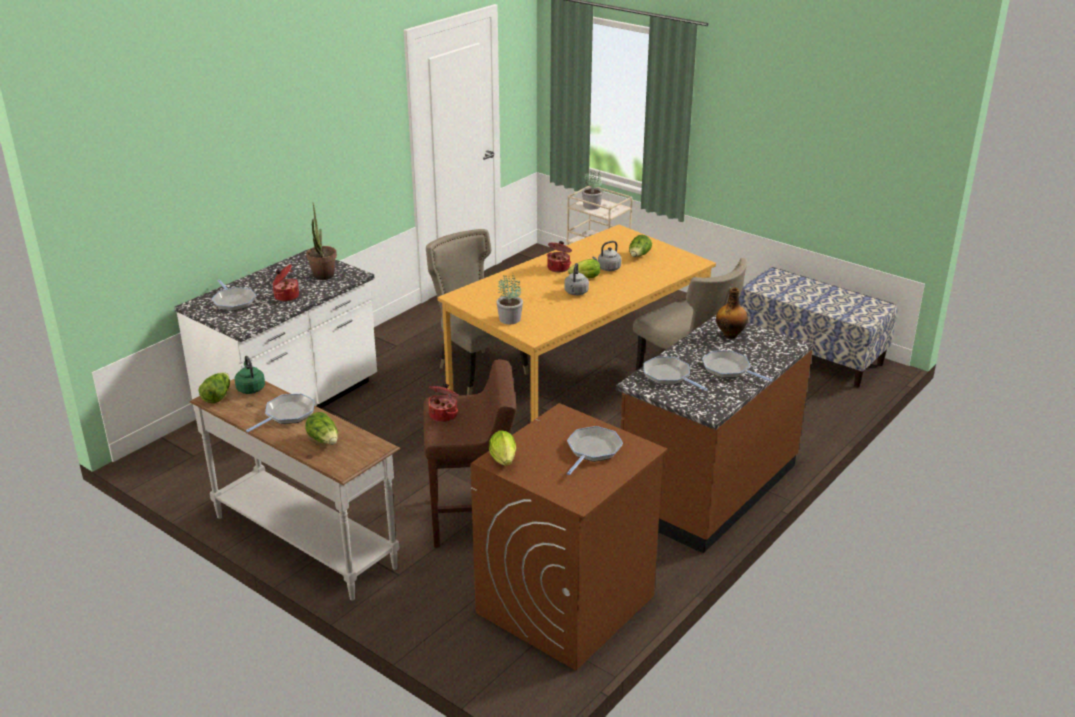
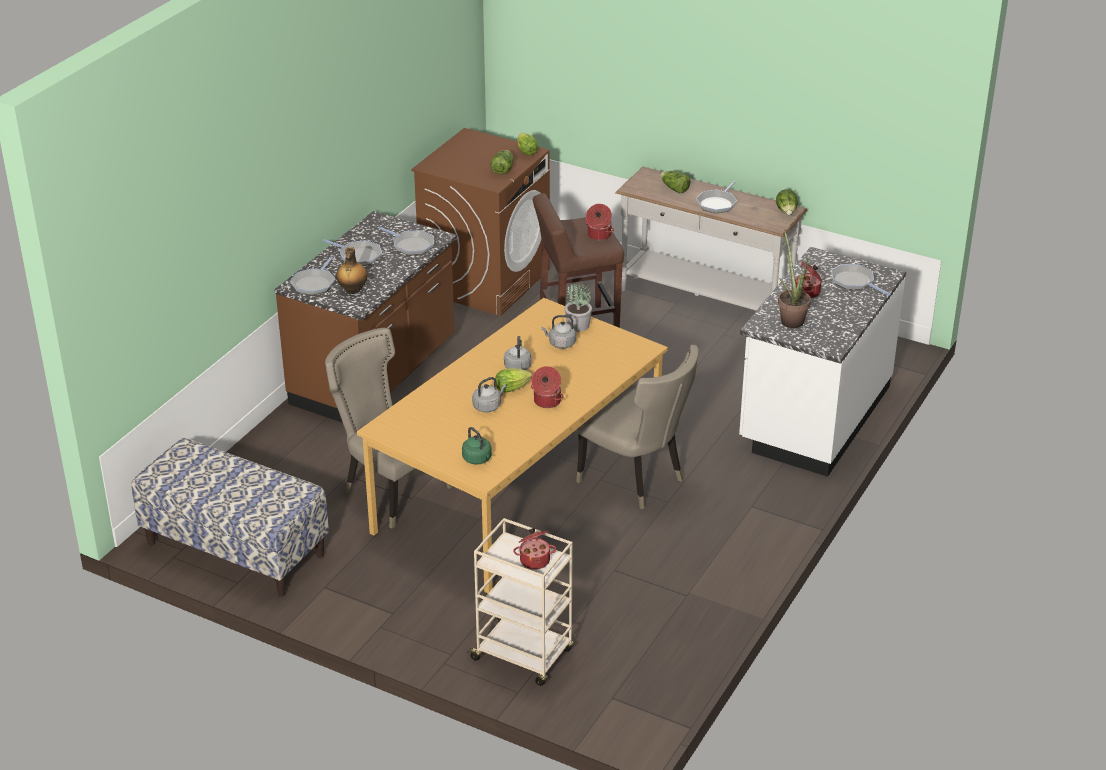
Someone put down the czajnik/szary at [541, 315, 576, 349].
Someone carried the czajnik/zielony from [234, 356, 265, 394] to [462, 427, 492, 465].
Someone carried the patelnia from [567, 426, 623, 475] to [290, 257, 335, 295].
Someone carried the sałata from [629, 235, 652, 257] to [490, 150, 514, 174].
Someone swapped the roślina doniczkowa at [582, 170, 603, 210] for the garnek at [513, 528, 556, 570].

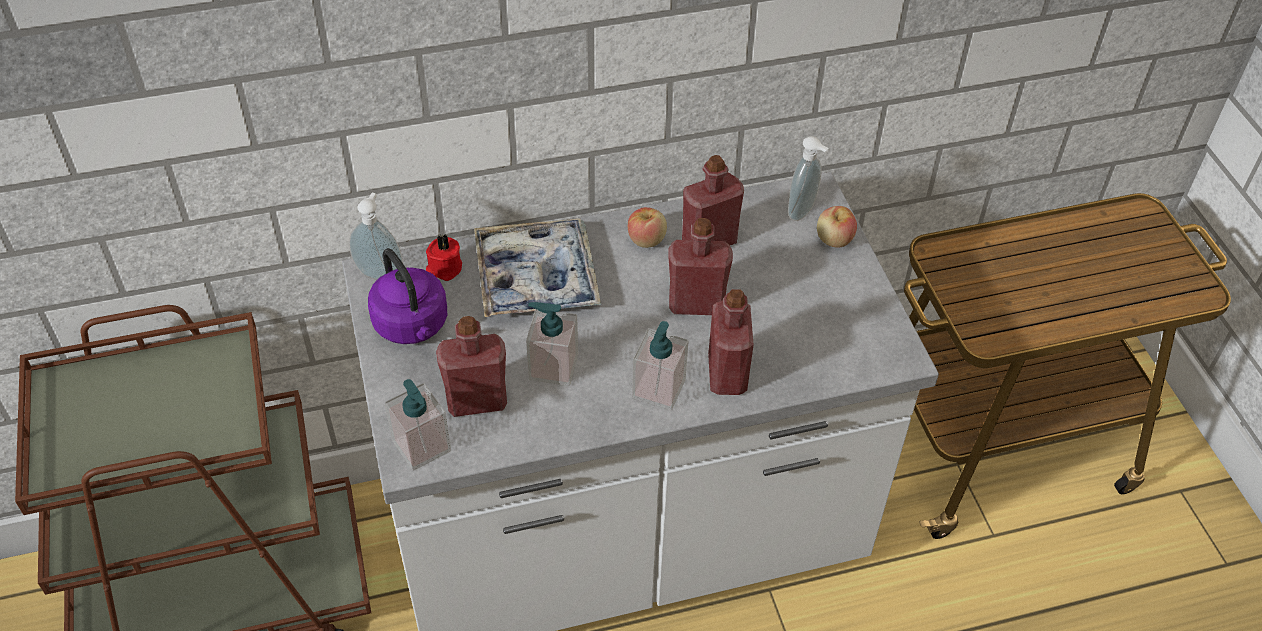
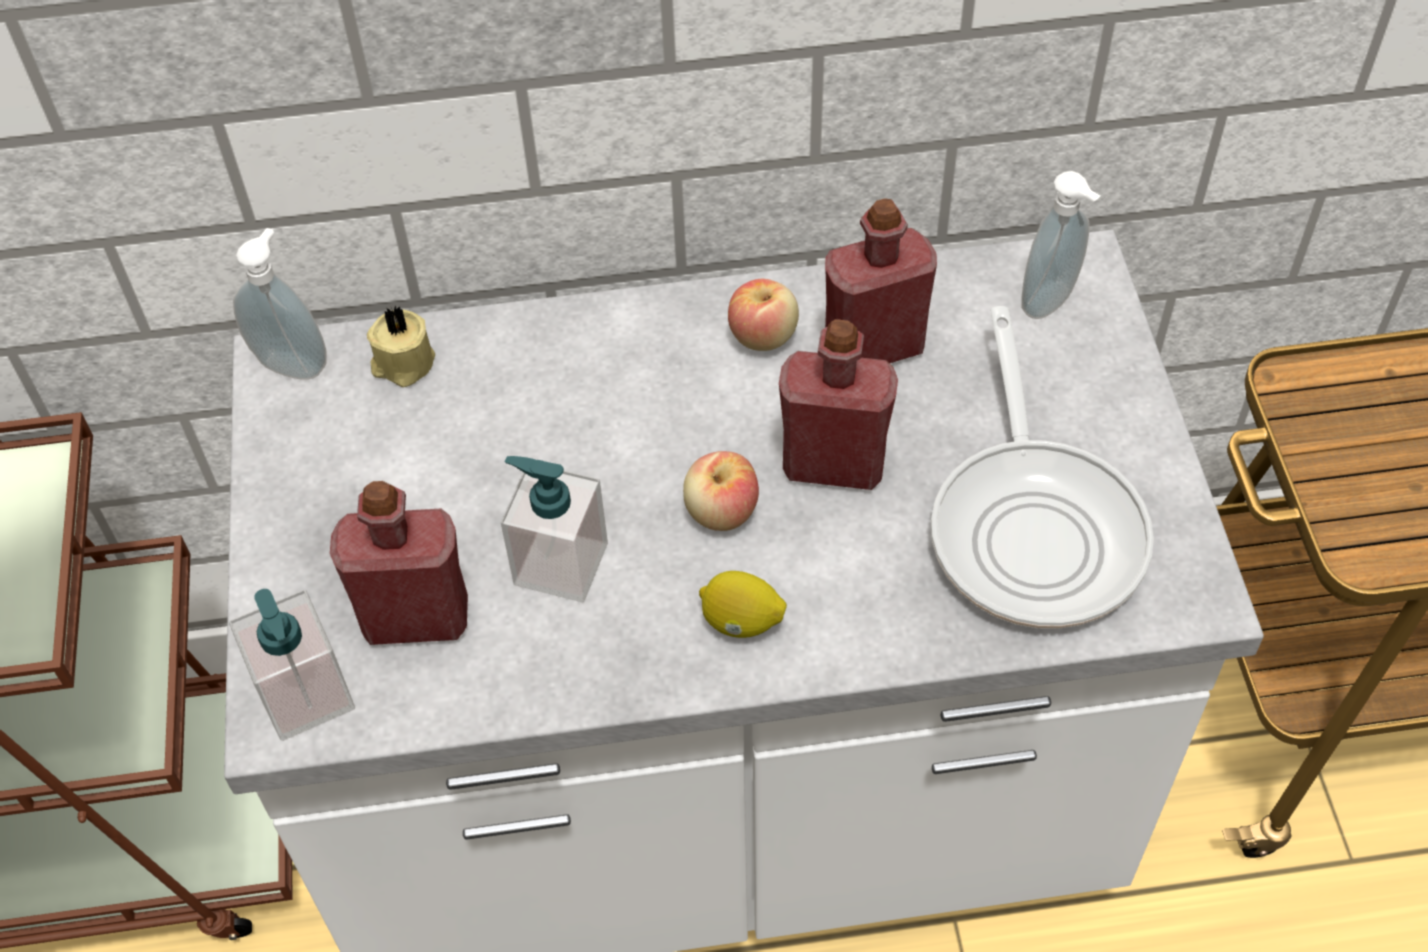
Someone took away the czajnik/fioletowy at [368, 248, 447, 344].
Someone took away the taca at [474, 219, 601, 317].
Someone took away the butelka/czerwony at [708, 289, 754, 395].
Someone put down the patelnia at [931, 306, 1154, 629].
Someone carried the jabłko from [817, 206, 857, 248] to [683, 451, 759, 531].
Someone swapped the dozownik mydła at [632, 321, 688, 410] for the cytryna at [699, 571, 787, 638].
Someone repainted the świeca/czerwony at [426, 234, 462, 281], which became the świeca/beżowy at [367, 305, 435, 387].

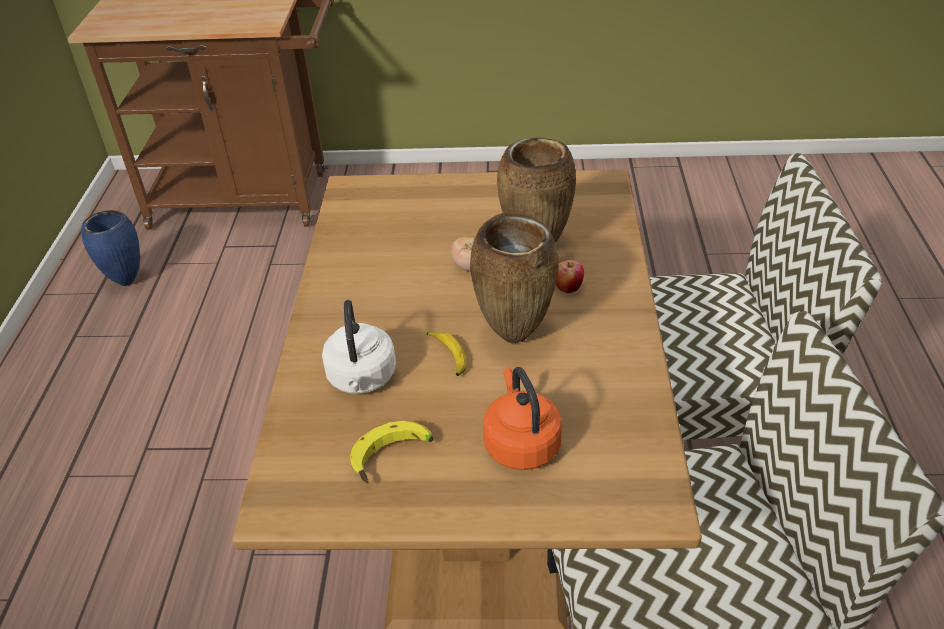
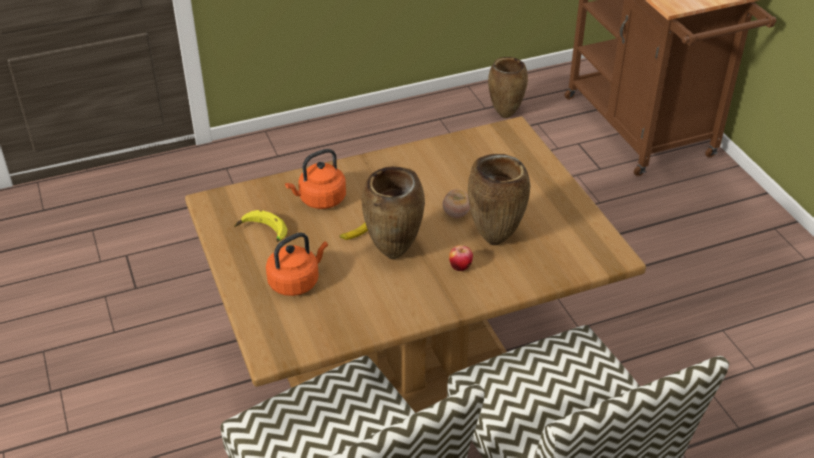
Someone repainted the wazon/niebieski at [81, 210, 140, 286], which became the wazon/brązowy at [488, 57, 528, 118].
Someone repainted the czajnik/biały at [322, 300, 396, 394], which became the czajnik/pomarańczowy at [285, 149, 346, 209].

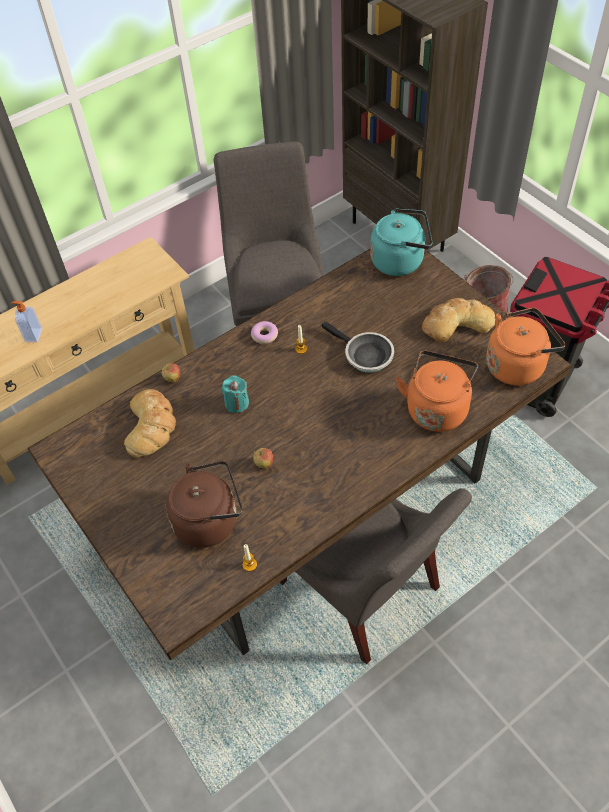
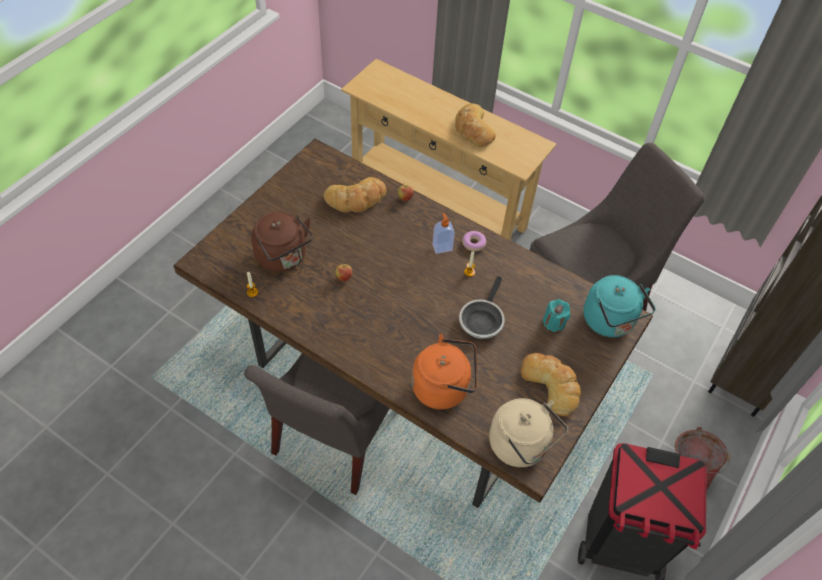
Someone put down the chleb at [455, 103, 496, 147].
Someone carried the dozownik mydła from [11, 301, 42, 342] to [432, 213, 455, 254].
Someone carried the świeca/turkusowy from [221, 375, 249, 413] to [543, 299, 570, 332].
Someone repainted the czajnik/pomarańczowy at [486, 307, 565, 385], which became the czajnik/beżowy at [489, 398, 568, 467].

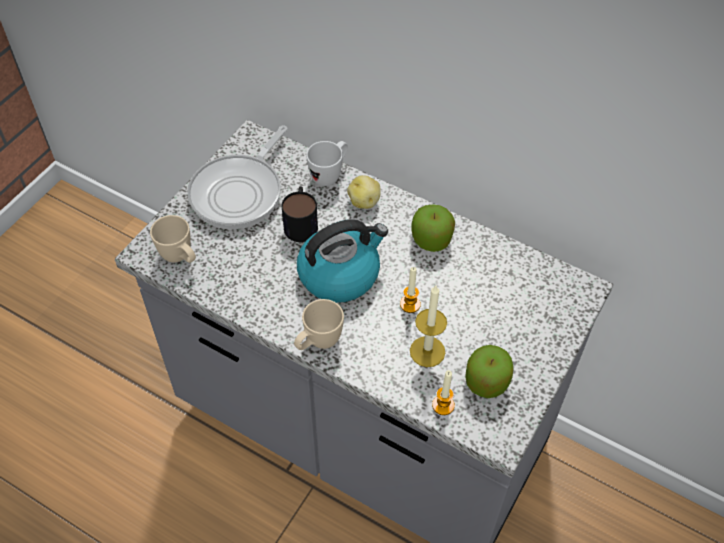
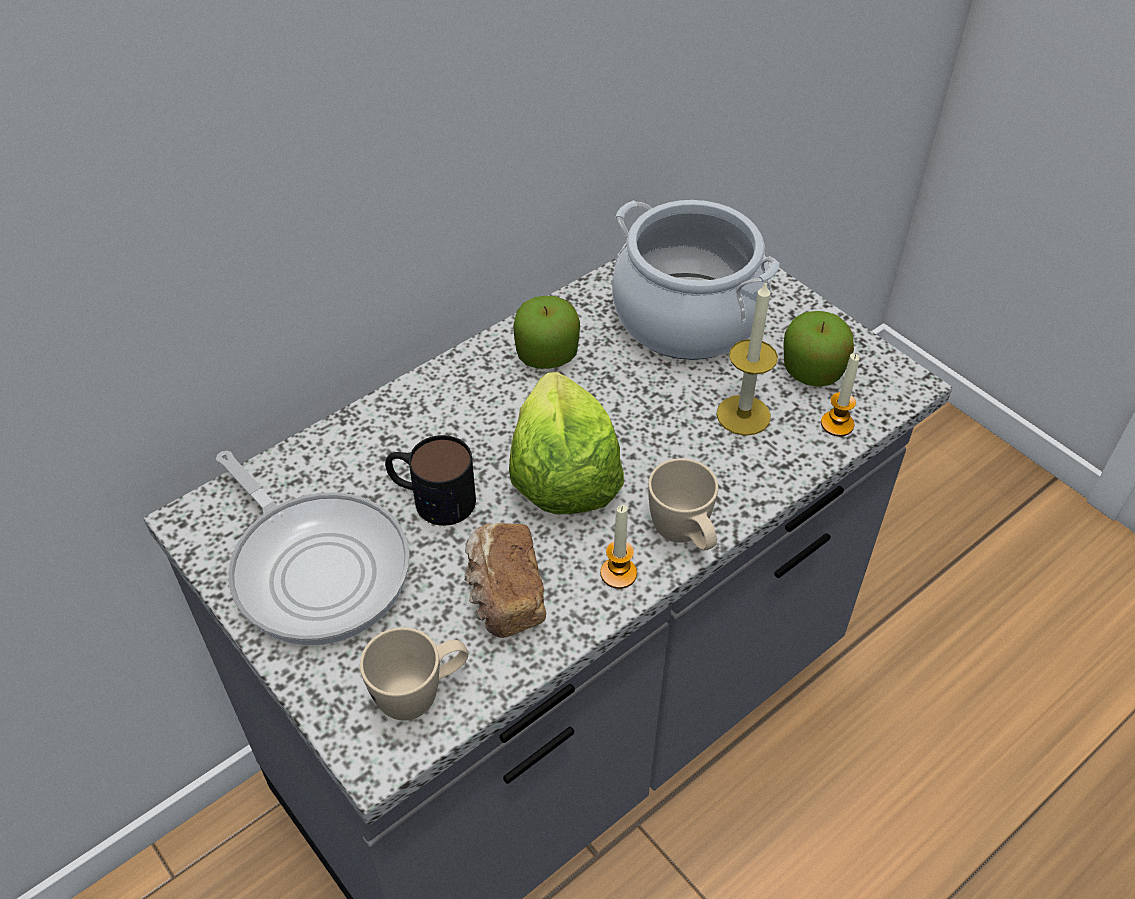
Someone took away the kubek/biały at [306, 141, 348, 186].
Someone took away the ziemniak at [347, 175, 381, 209].
Someone put down the chleb at [465, 523, 546, 638].
Someone put down the garnek at [612, 200, 780, 360].
Someone carried the świeca from [400, 267, 421, 313] to [600, 505, 637, 589].
Someone swapped the czajnik at [297, 219, 388, 303] for the sałata at [509, 372, 624, 514].

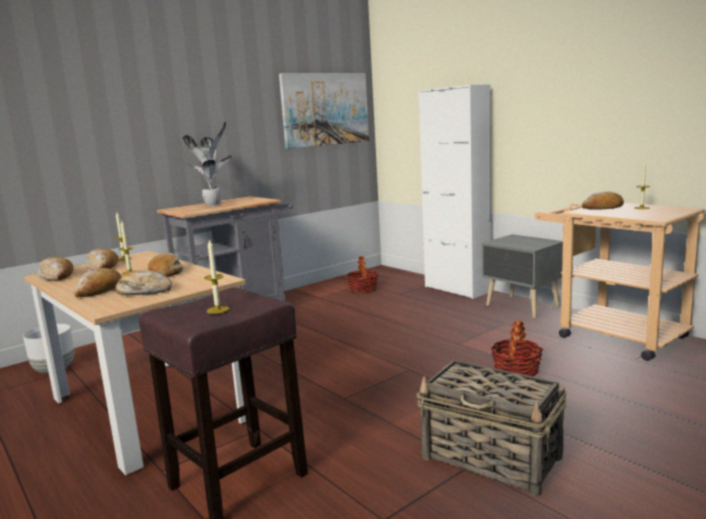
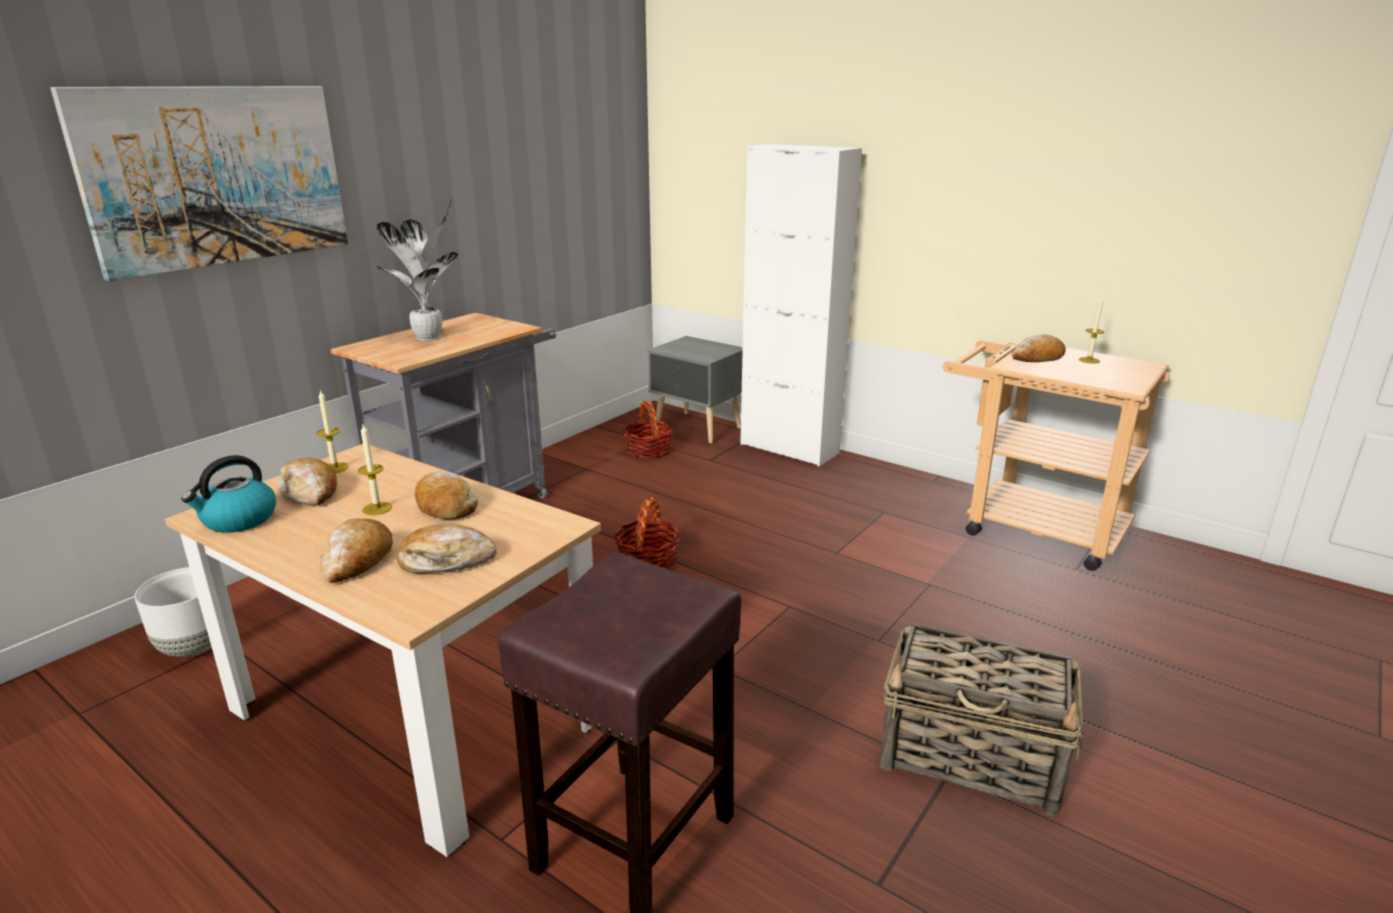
Someone took away the świeca at [204, 239, 229, 314].
Someone carried the obraz from [279, 73, 369, 149] to [50, 86, 348, 281].
Someone carried the szafka nocna/szary from [482, 234, 563, 319] to [648, 336, 743, 444].
Someone carried the koszyk from [490, 320, 543, 377] to [615, 497, 681, 569].
Someone swapped the chleb at [38, 257, 74, 281] for the czajnik at [181, 455, 276, 533].

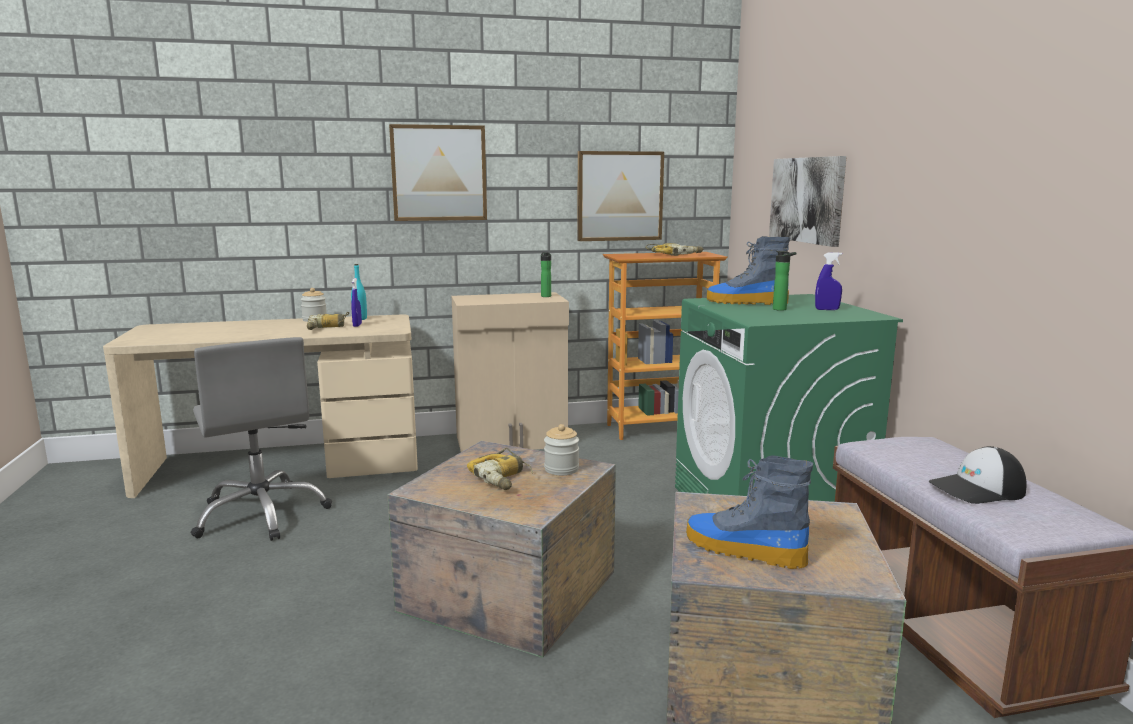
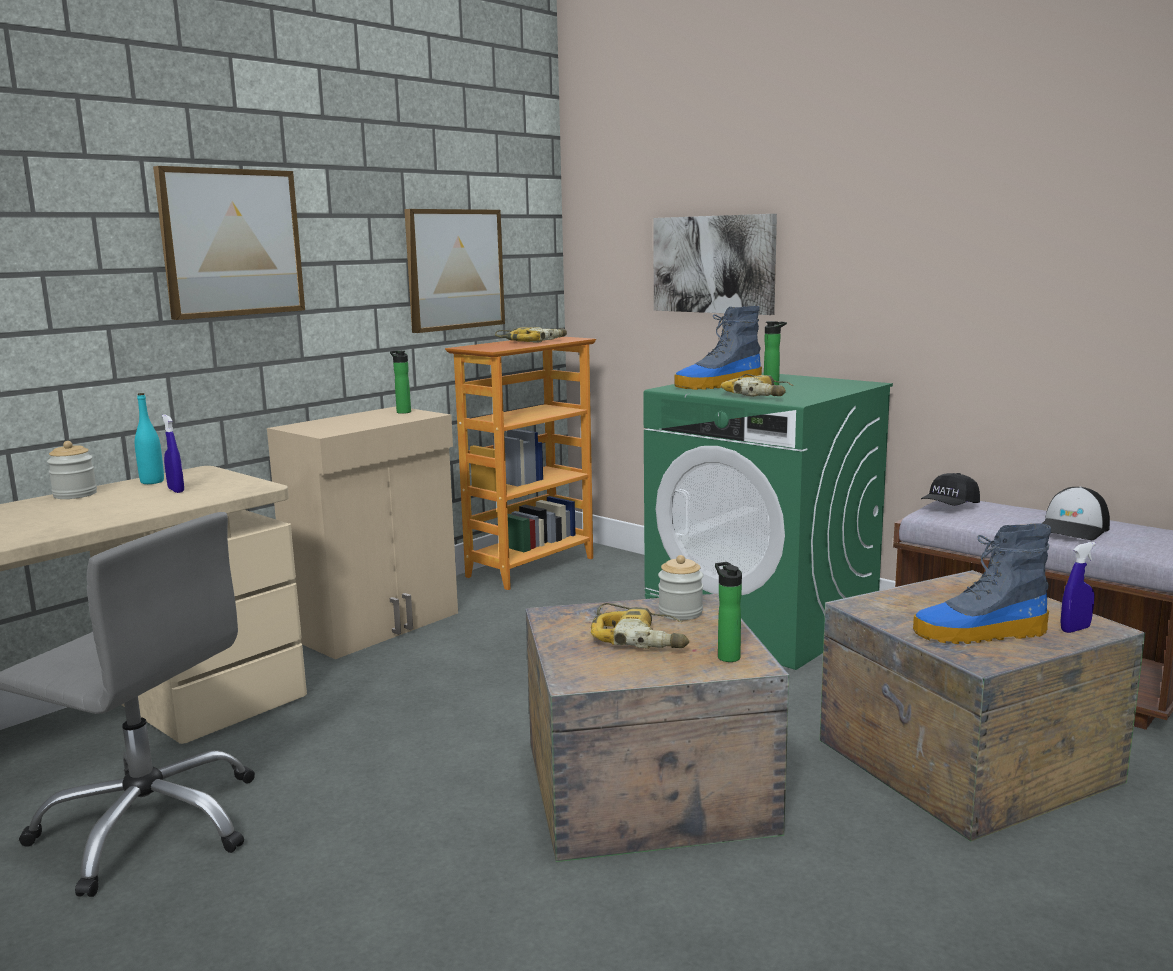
Someone put down the butelka at [715, 562, 742, 662].
Someone put down the czapka z daszkiem/czarny at [921, 473, 980, 506].
Someone carried the wiertarka from [307, 312, 349, 330] to [720, 374, 793, 397].
Someone carried the spryskiwacz/niebieski from [815, 252, 842, 310] to [1061, 542, 1096, 633].

